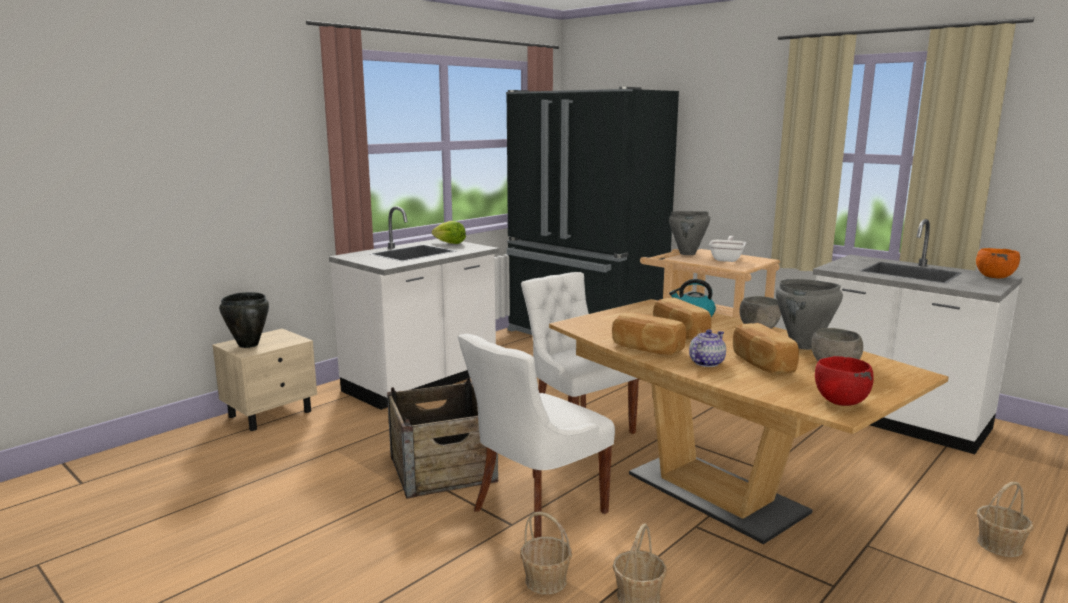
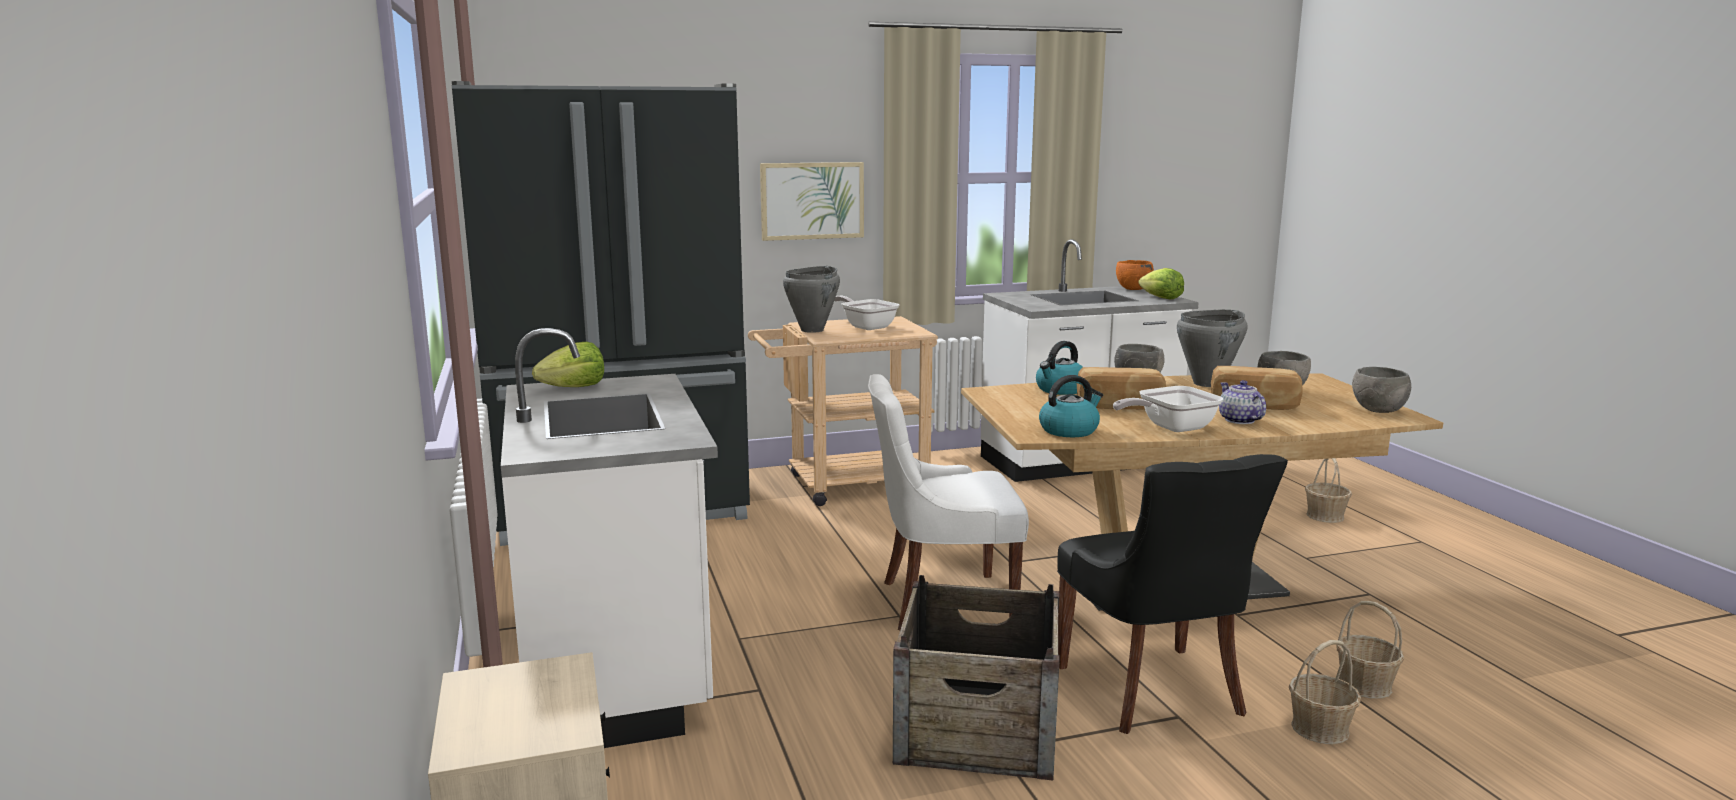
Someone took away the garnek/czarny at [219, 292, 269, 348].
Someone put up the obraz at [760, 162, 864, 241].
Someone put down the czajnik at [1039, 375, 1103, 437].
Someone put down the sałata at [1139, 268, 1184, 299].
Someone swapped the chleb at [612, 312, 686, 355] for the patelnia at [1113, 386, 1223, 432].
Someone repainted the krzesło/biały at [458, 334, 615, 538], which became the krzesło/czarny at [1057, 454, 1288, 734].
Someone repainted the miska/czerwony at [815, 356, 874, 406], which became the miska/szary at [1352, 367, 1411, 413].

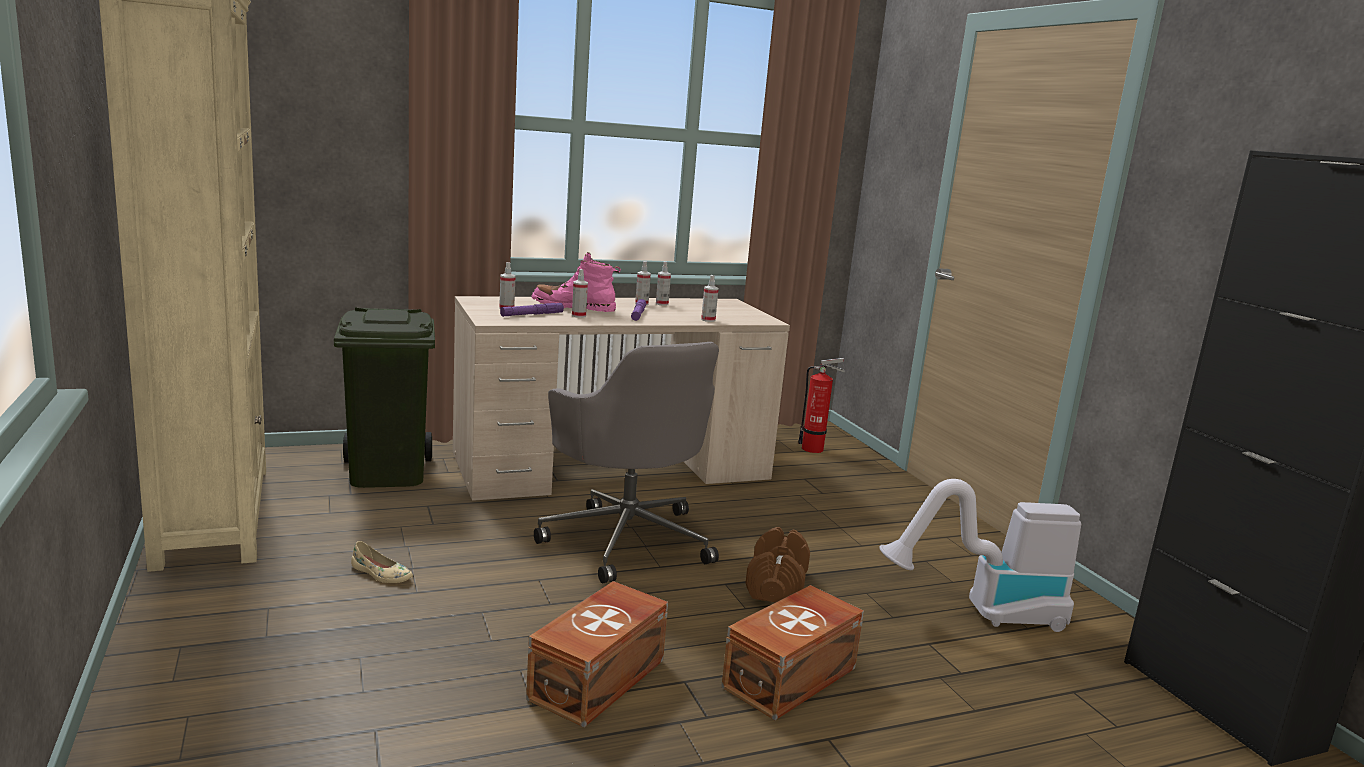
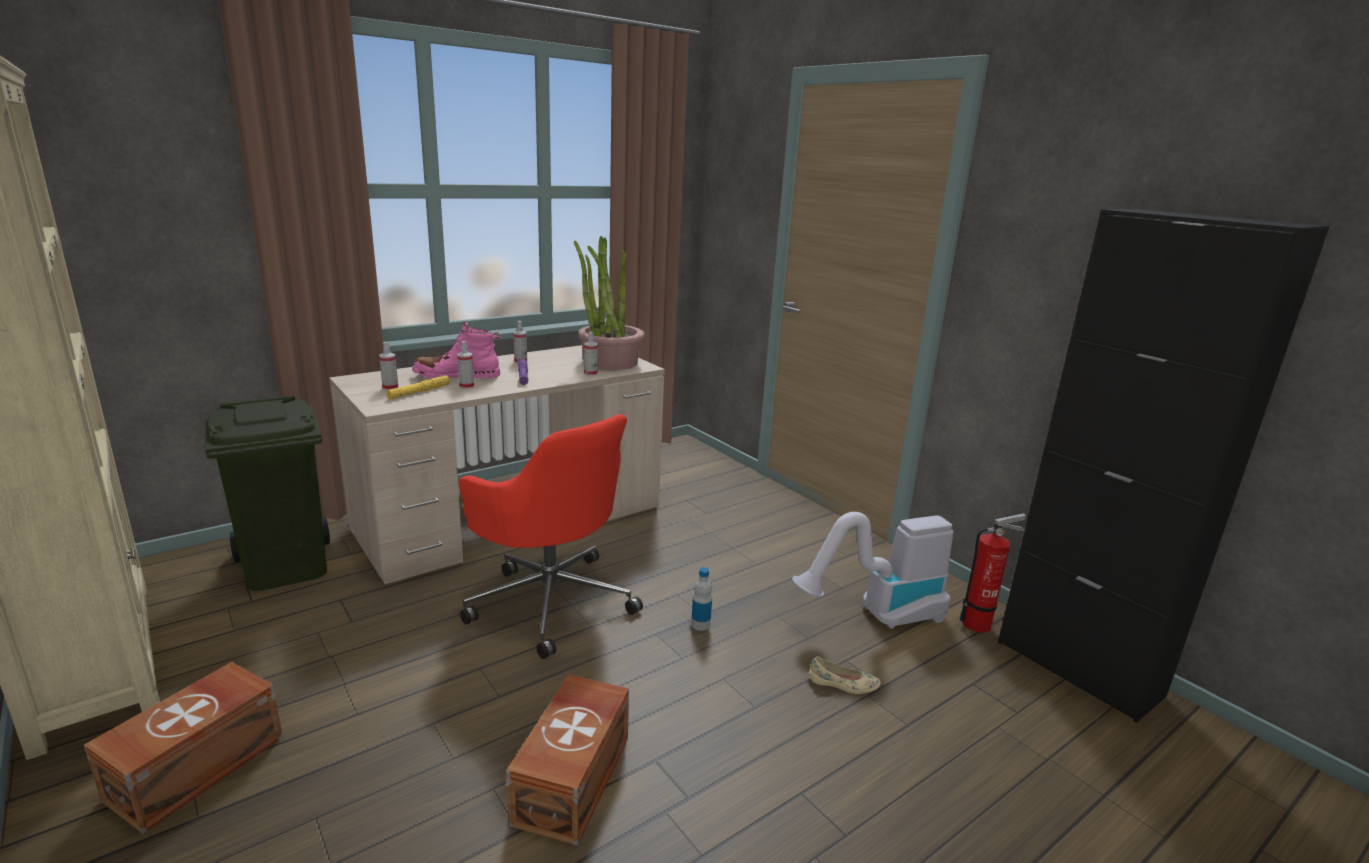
Someone took away the spryskiwacz at [656, 261, 671, 306].
Someone put down the roślina doniczkowa at [574, 236, 644, 370].
Someone carried the but/beżowy from [351, 541, 413, 583] to [809, 657, 881, 694].
Someone carried the pojemnik do przechowywania/brązowy from [721, 585, 864, 720] to [84, 662, 283, 834].
Someone carried the gaśnica from [798, 358, 845, 453] to [960, 513, 1026, 633].
Someone swapped the hantel/brązowy at [746, 527, 810, 603] for the butelka at [691, 567, 712, 631].
Someone repainted the latarka/fioletowy at [500, 303, 564, 317], which became the latarka/żółty at [386, 375, 450, 400].
Someone repainted the krzesło biurowe/szary at [534, 342, 719, 583], which became the krzesło biurowe/czerwony at [459, 414, 643, 659].

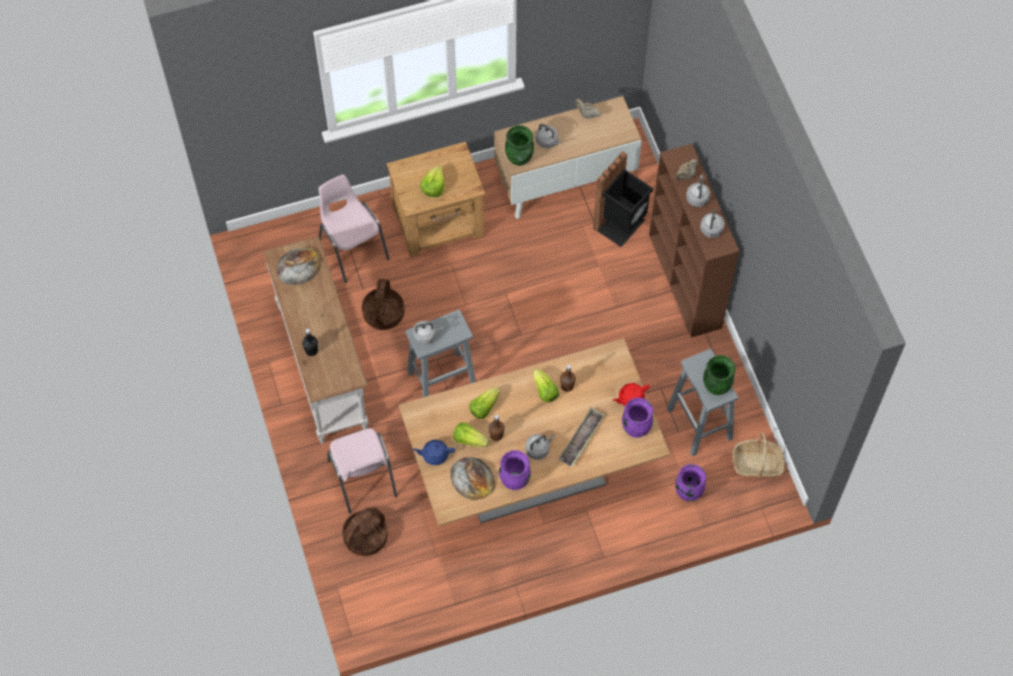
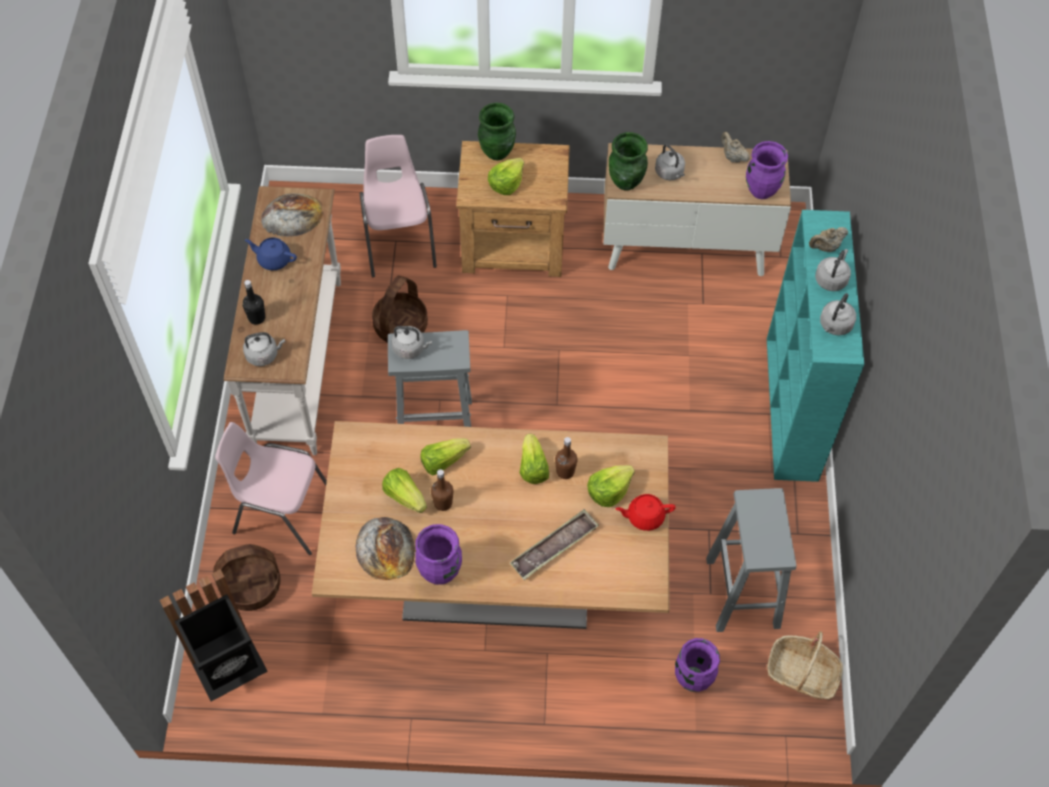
Someone put down the sałata at [587, 465, 635, 507].
Someone carried the imbryk/niebieski from [412, 440, 455, 465] to [245, 237, 297, 270].
Someone carried the czajnik/szary from [525, 434, 555, 460] to [243, 332, 285, 366].
Someone carried the kosz na śmieci/czarny from [593, 151, 653, 247] to [159, 569, 268, 701].
Someone carried the wazon/fioletowy from [622, 398, 654, 438] to [746, 141, 788, 199].
Someone carried the wazon/zielony from [703, 355, 735, 395] to [478, 103, 516, 161].
Someone repainted the regał/brązowy at [649, 144, 739, 337], which became the regał/turkusowy at [767, 210, 864, 482].
Someone rotated the krzesło/różowy at [327, 428, 397, 514] by 105 degrees clockwise.

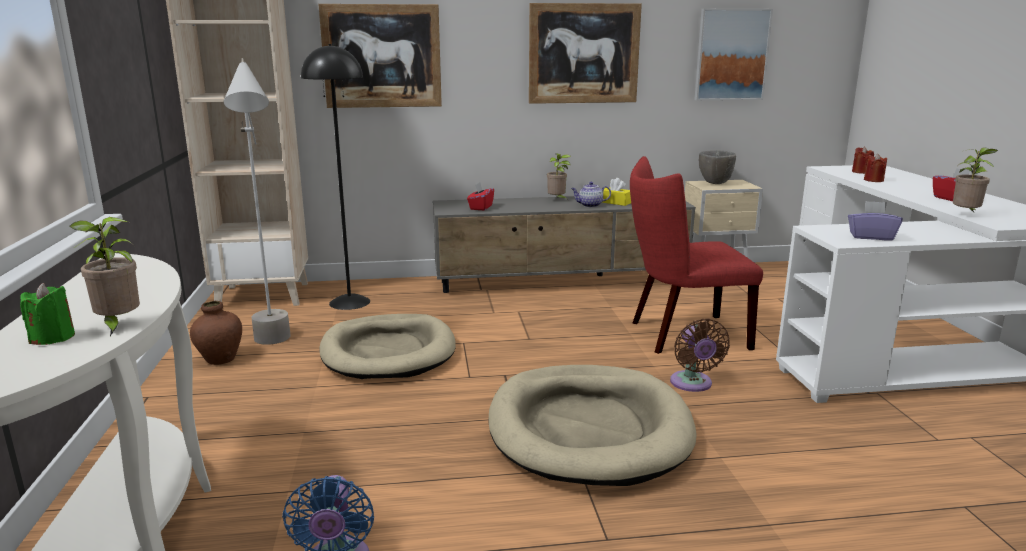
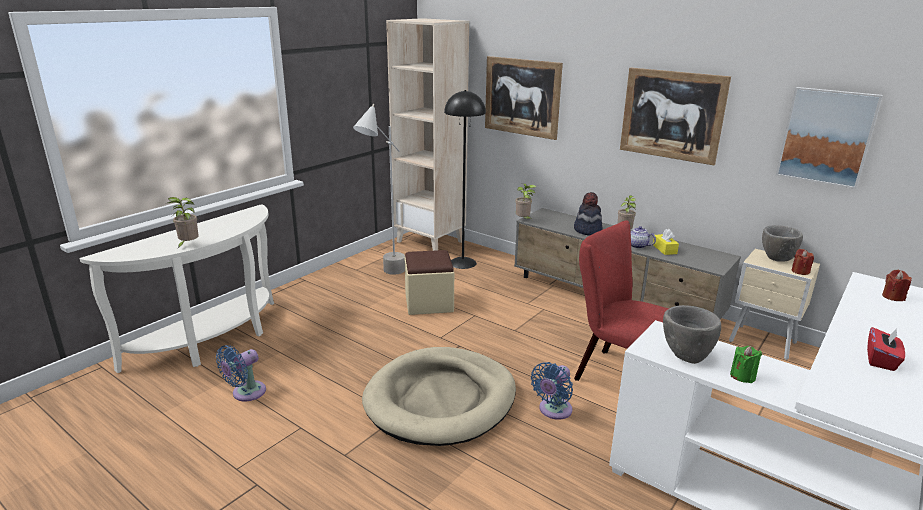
Someone took away the wazon/brązowy at [190, 301, 242, 365].
Someone took away the pudełko chusteczek/czerwony at [467, 183, 494, 210].
Someone put down the kapelusz at [574, 192, 603, 236].
Someone carried the świeca/zielony from [20, 283, 75, 345] to [730, 346, 762, 383].
Someone carried the świeca/czerwony from [864, 154, 887, 182] to [792, 249, 814, 275].
Someone carried the roślina doniczkowa from [953, 148, 998, 212] to [515, 184, 537, 219].
Someone swapped the legowisko/beżowy at [320, 314, 456, 379] for the pufa/beżowy at [405, 250, 454, 315].
Someone swapped the pudełko chusteczek/fioletowy at [848, 201, 903, 240] for the miska/szary at [663, 305, 721, 364].
Someone repainted the wentylator/brązowy at [670, 318, 730, 392], which became the wentylator/niebieski at [531, 362, 573, 420].

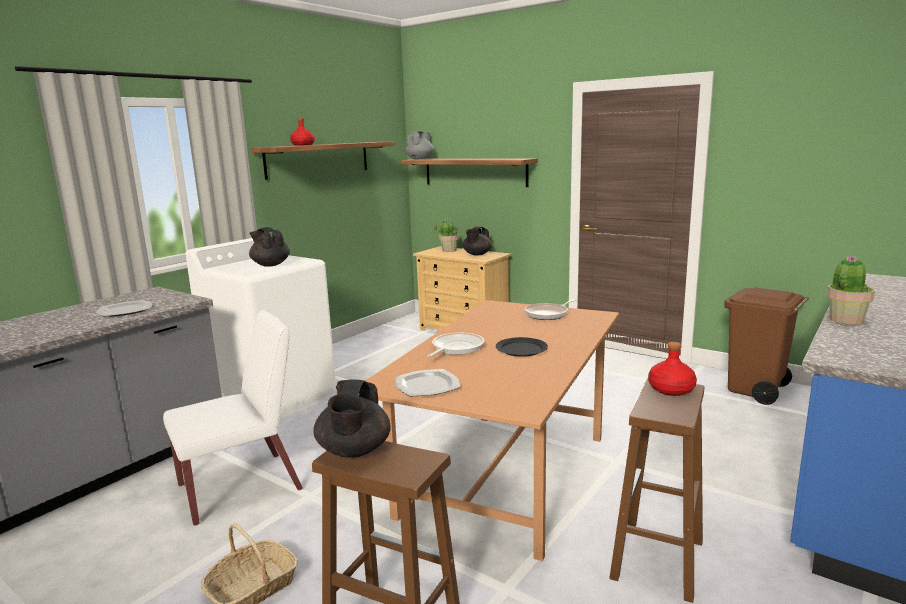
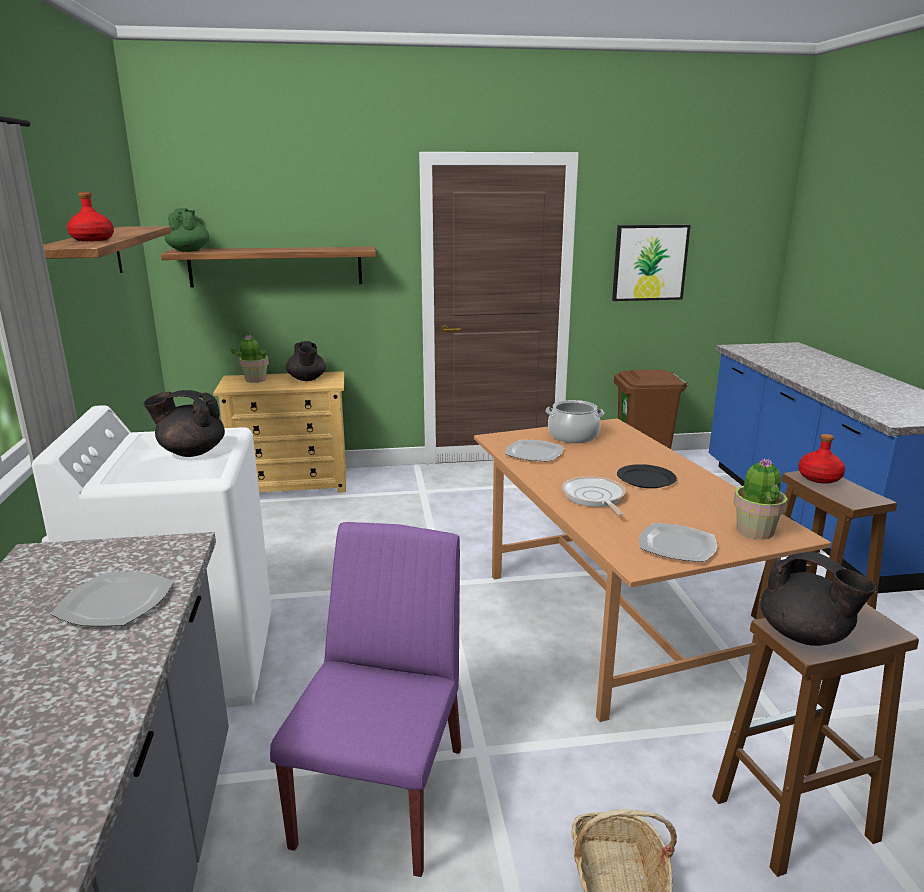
Someone put down the talerz at [505, 439, 563, 462].
Someone put up the obraz at [612, 225, 691, 301].
Someone carried the roślina doniczkowa from [827, 255, 875, 324] to [734, 458, 788, 540].
Someone swapped the patelnia at [524, 299, 577, 320] for the garnek at [545, 400, 604, 443].
Someone repainted the krzesło/biały at [163, 310, 303, 526], which became the krzesło/fioletowy at [270, 522, 461, 877].
Someone repainted the imbryk/szary at [406, 131, 434, 160], which became the imbryk/zielony at [164, 208, 209, 252].

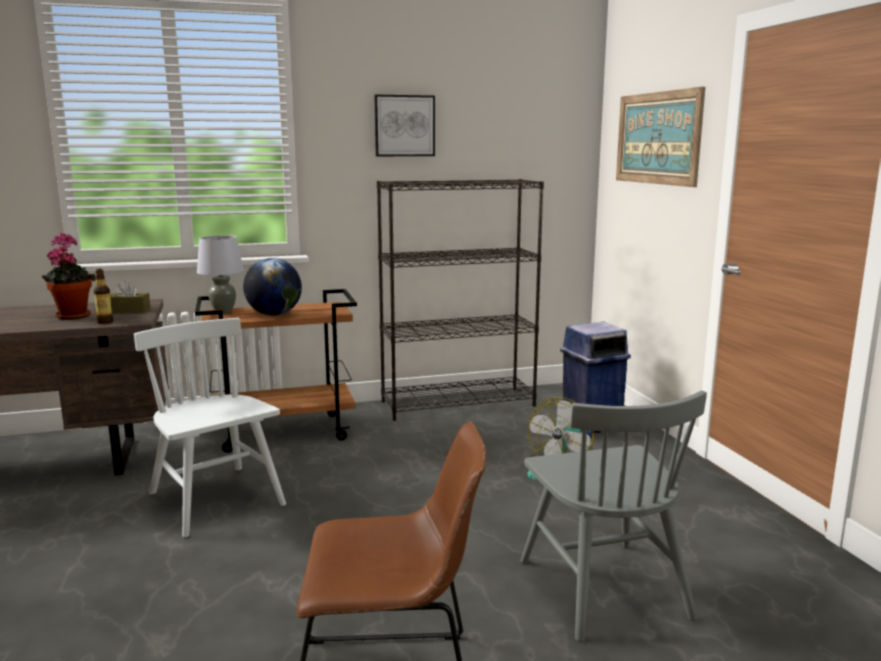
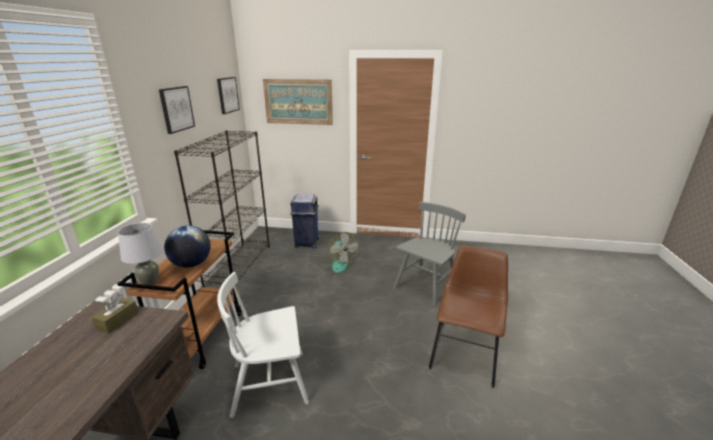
Someone took away the roślina doniczkowa at [41, 233, 96, 320].
Someone took away the butelka at [94, 269, 113, 324].
Someone put up the obraz at [217, 77, 240, 114].
Someone rotated the krzesło/szary at [521, 390, 707, 642] by 60 degrees counterclockwise.

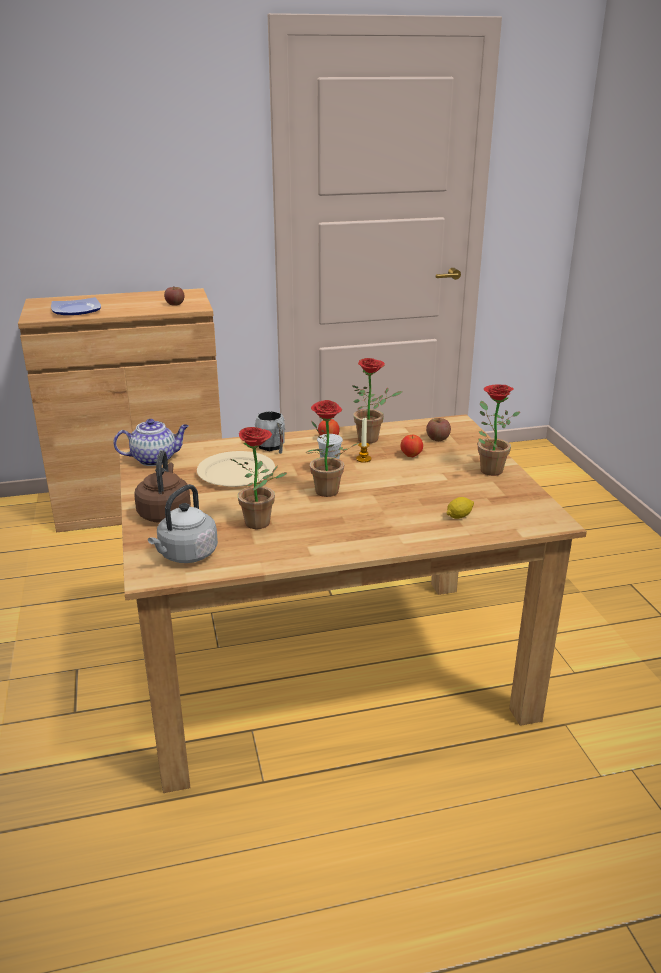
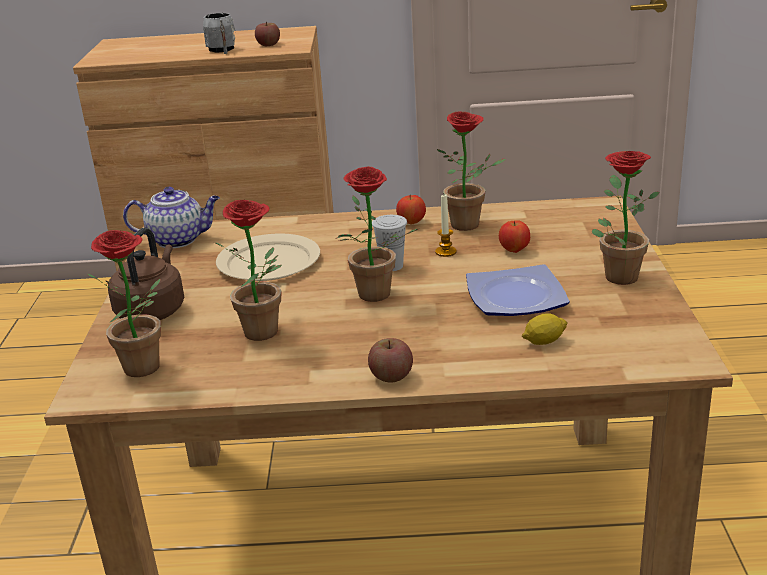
Someone carried the talerz from [51, 297, 101, 315] to [466, 264, 570, 316].
Someone carried the kubek/szary from [255, 411, 285, 454] to [203, 13, 235, 54].
Someone carried the jabłko from [426, 418, 451, 441] to [368, 338, 413, 383].
Someone swapped the czajnik/szary at [148, 484, 218, 563] for the roślina doniczkowa at [88, 230, 161, 377].

